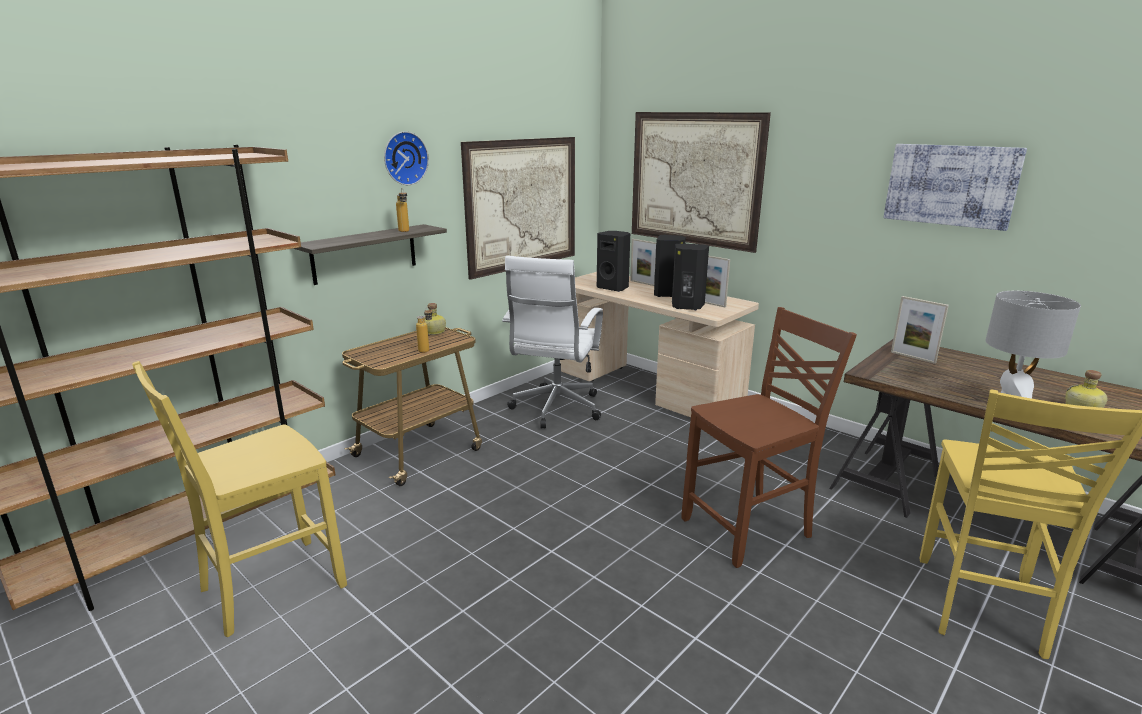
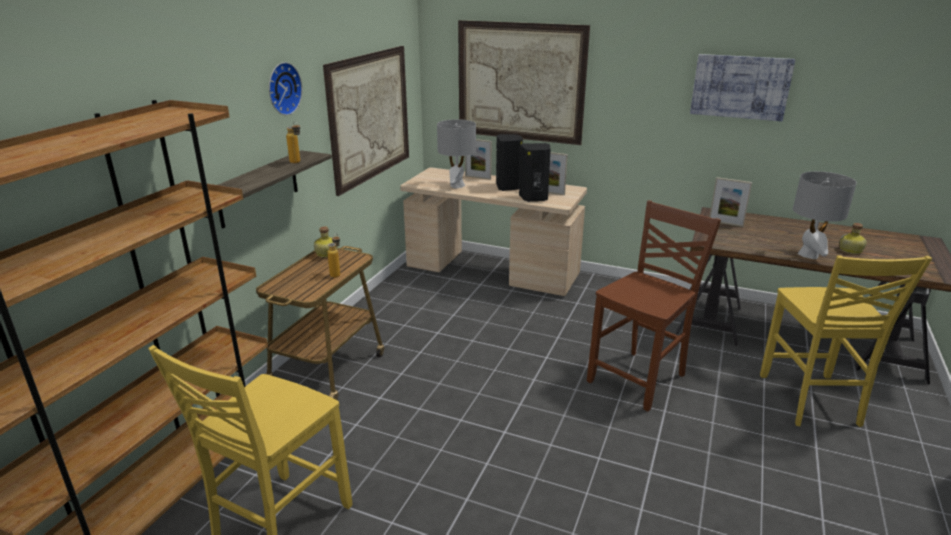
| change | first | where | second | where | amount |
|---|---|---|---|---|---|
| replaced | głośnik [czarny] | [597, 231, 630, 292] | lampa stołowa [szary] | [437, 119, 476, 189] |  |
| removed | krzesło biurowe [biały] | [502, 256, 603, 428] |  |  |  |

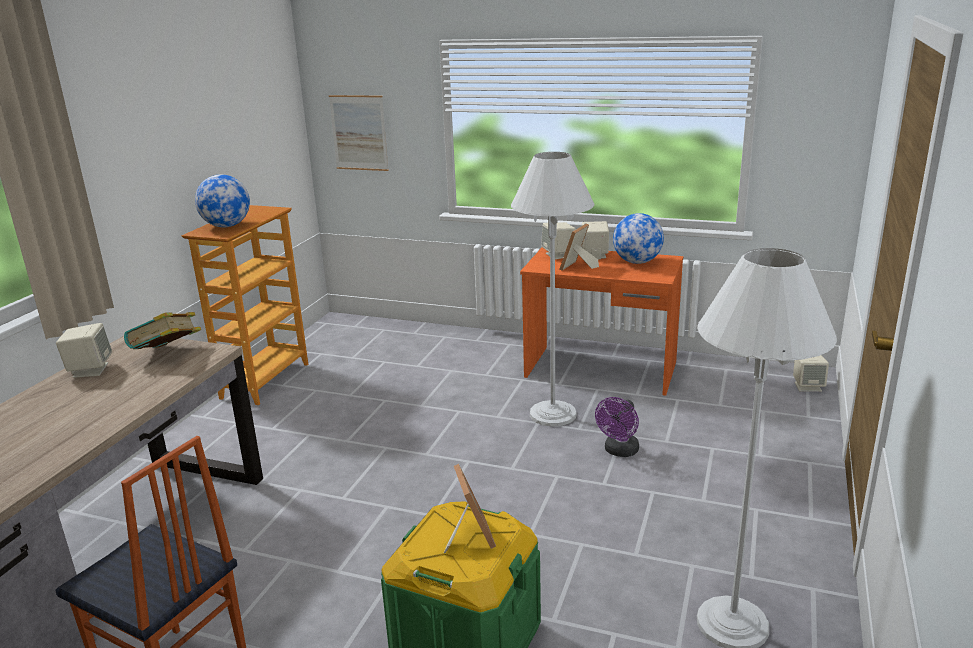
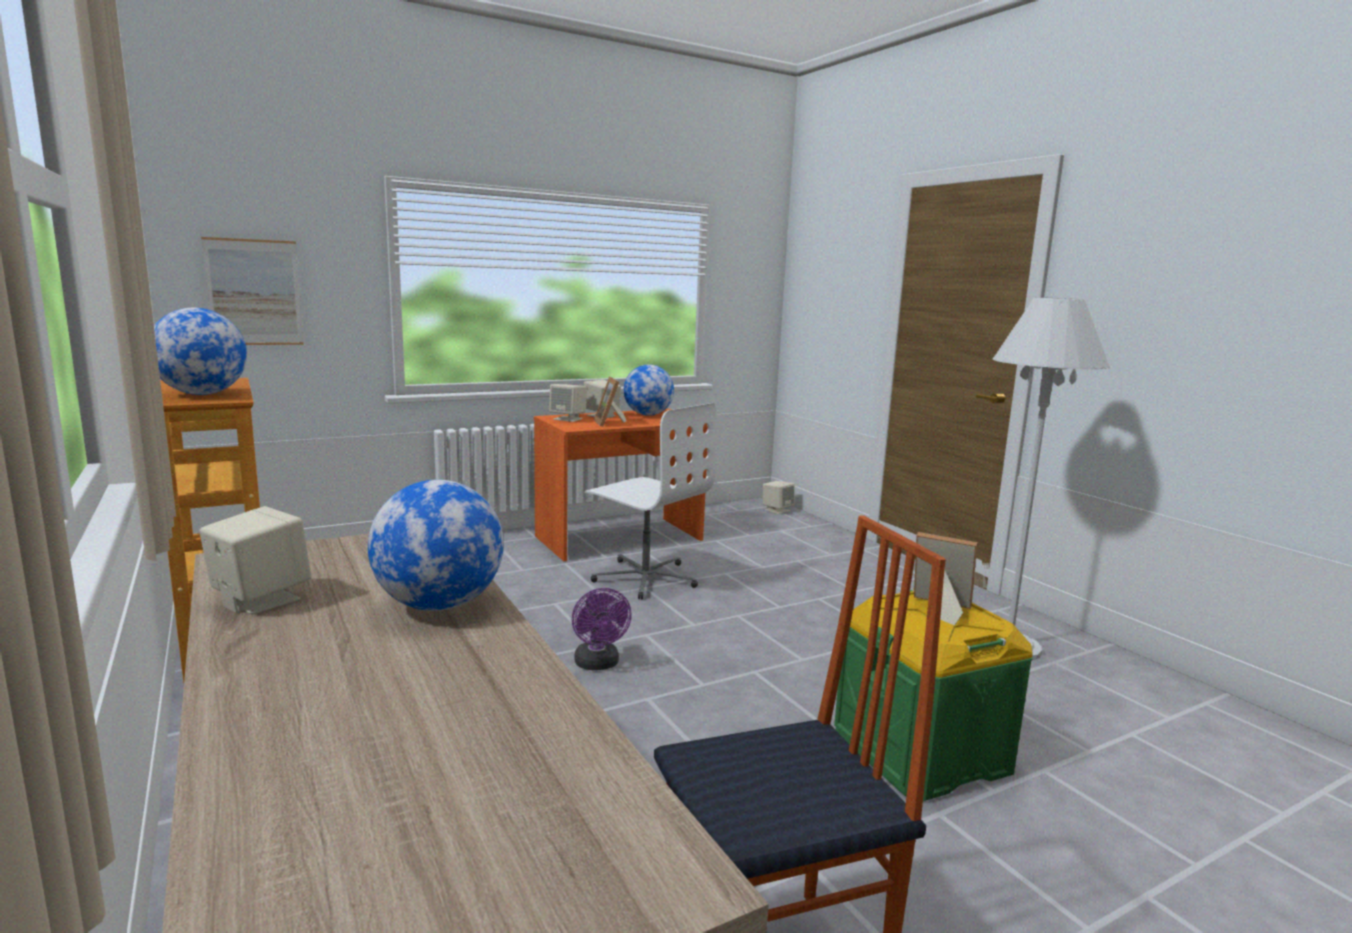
| change | first | where | second | where | amount |
|---|---|---|---|---|---|
| added |  |  | globus | [368, 480, 504, 611] |  |
| moved | wentylator [fioletowy] | [595, 397, 639, 457] |  | [572, 588, 632, 670] |  |
| replaced | lampa stojąca [biały] | [511, 152, 594, 427] | krzesło biurowe [biały] | [585, 403, 716, 599] |  |
| removed | książka | [124, 312, 201, 349] |  |  |  |

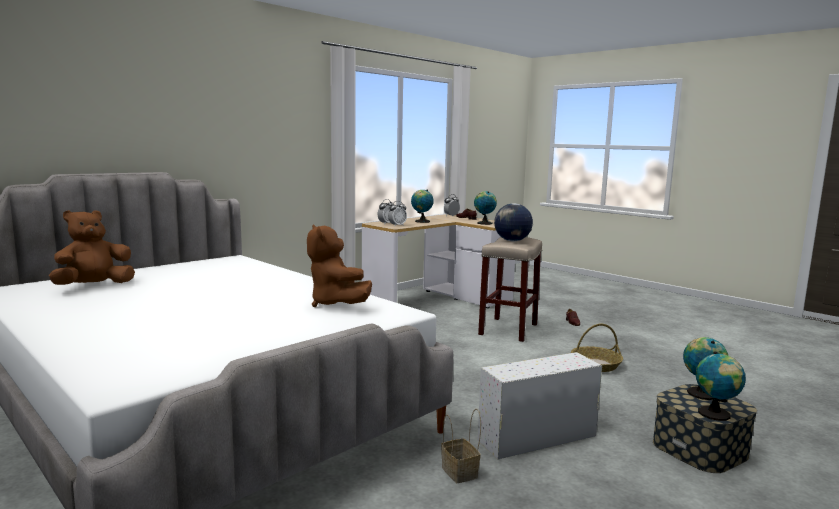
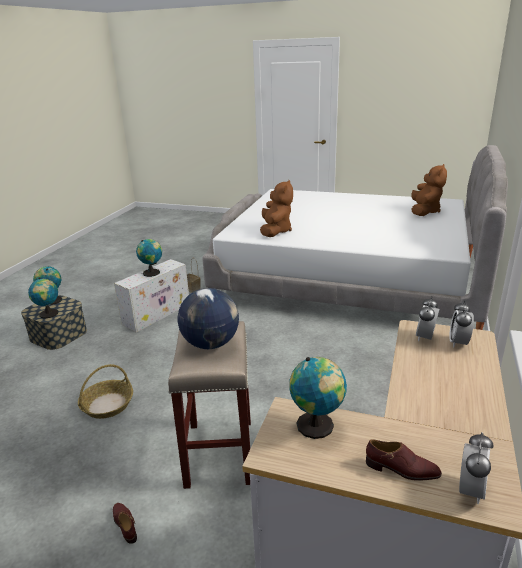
| change | first | where | second | where | amount |
|---|---|---|---|---|---|
| moved | globus | [411, 190, 434, 223] |  | [136, 239, 162, 277] |  |
| turned | pluszak [brązowy] | [307, 224, 372, 307] |  | [260, 180, 293, 237] | 60 degrees clockwise |

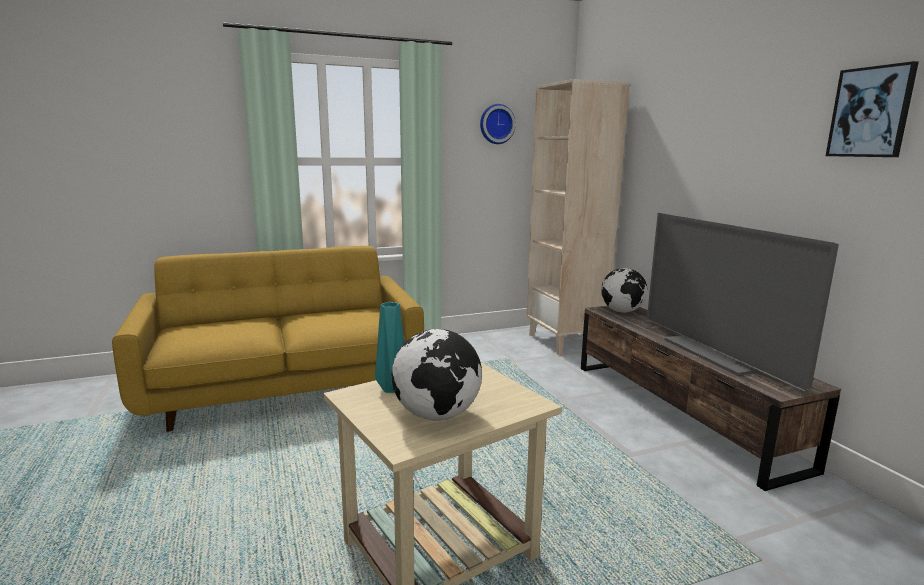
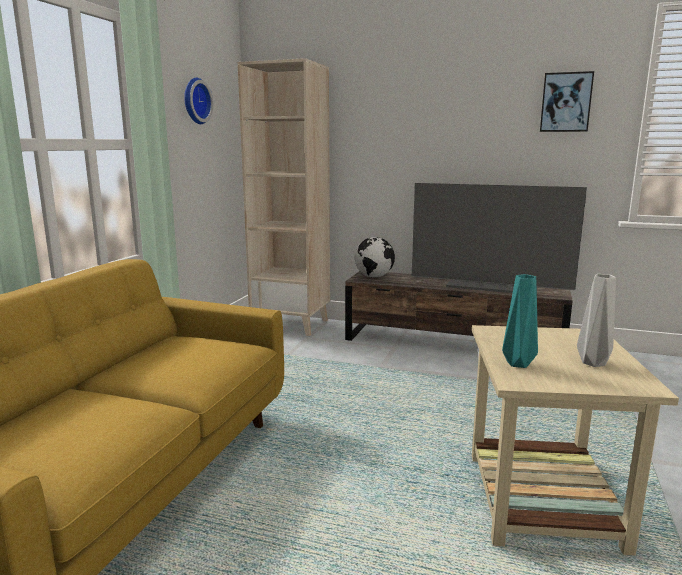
| change | first | where | second | where | amount |
|---|---|---|---|---|---|
| replaced | globus | [391, 329, 482, 421] | wazon [szary] | [577, 274, 616, 367] |  |

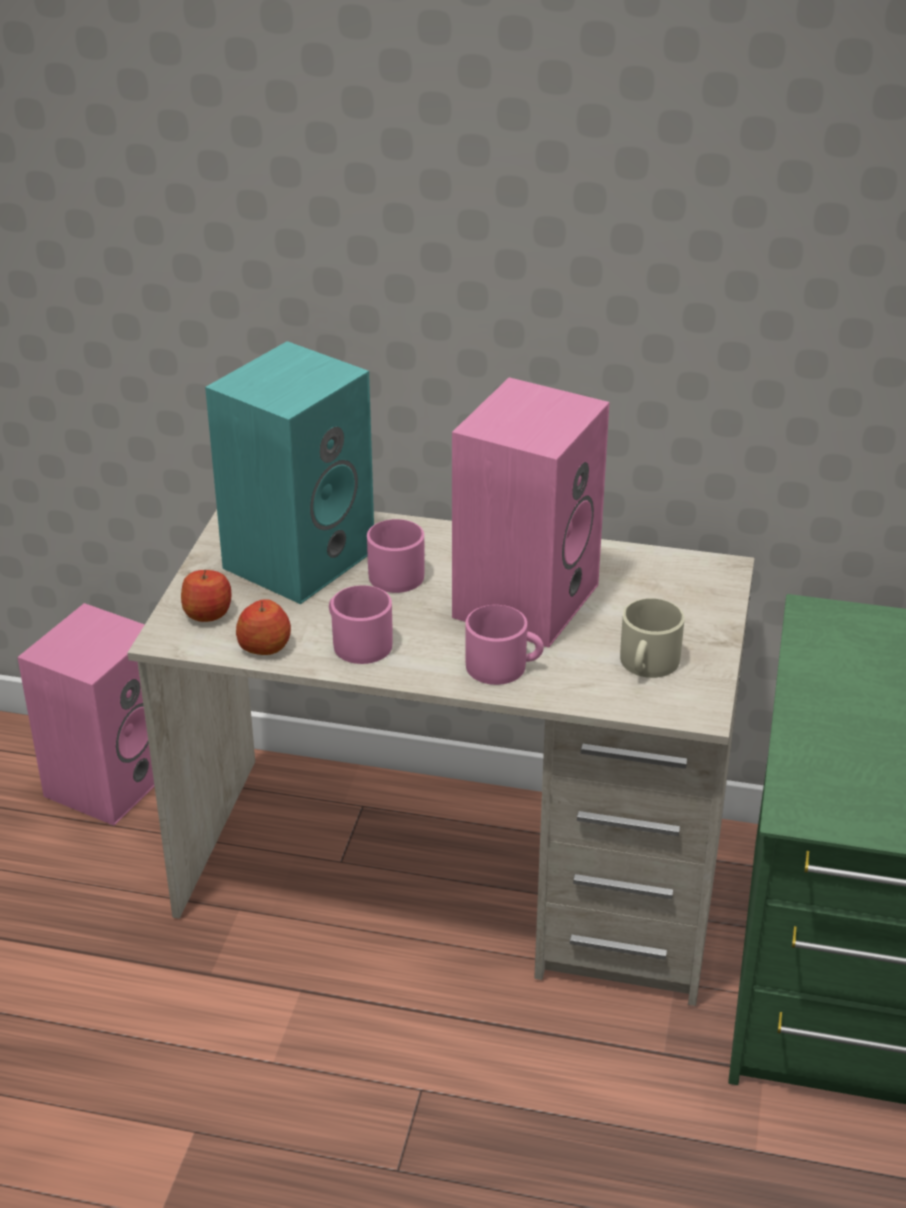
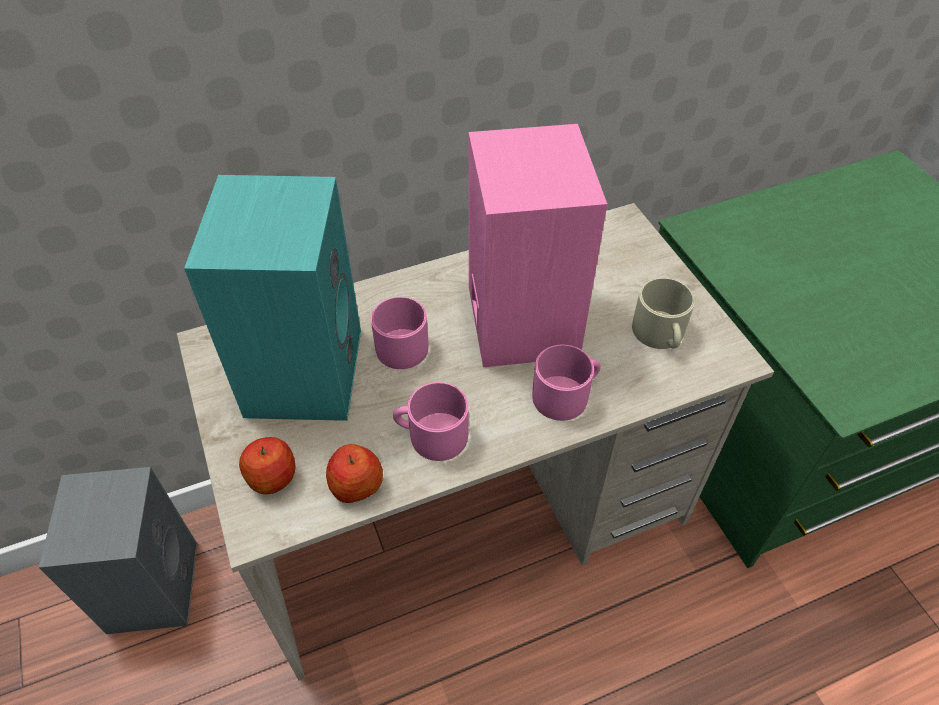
| change | first | where | second | where | amount |
|---|---|---|---|---|---|
| recoloured | głośnik [różowy] | [17, 603, 154, 826] | głośnik [szary] | [39, 467, 197, 634] |  |

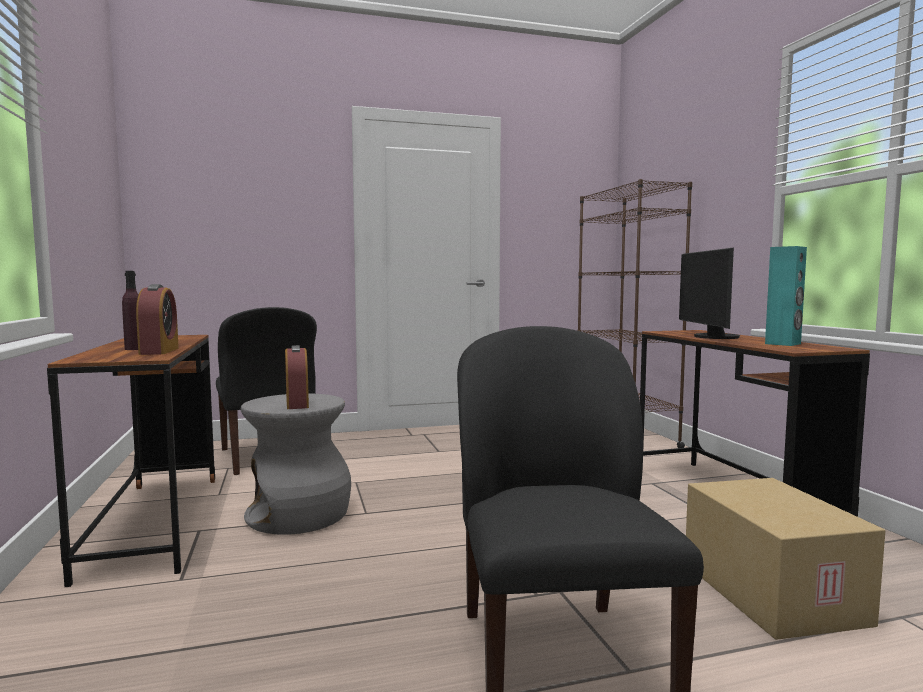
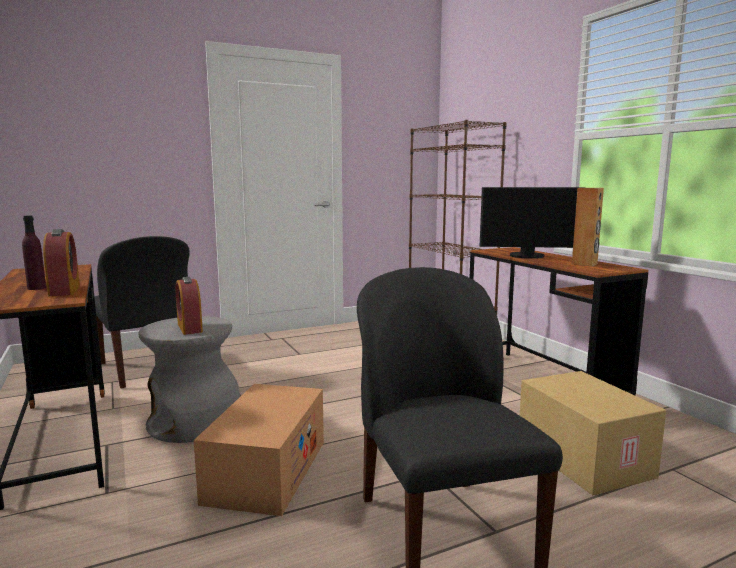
| change | first | where | second | where | amount |
|---|---|---|---|---|---|
| added |  |  | karton | [194, 384, 324, 516] |  |
| turned | monitor | [679, 247, 740, 339] |  | [479, 187, 586, 259] | 75 degrees counterclockwise |
| recoloured | głośnik [turkusowy] | [765, 246, 807, 346] | głośnik [brązowy] | [572, 188, 604, 266] |  |

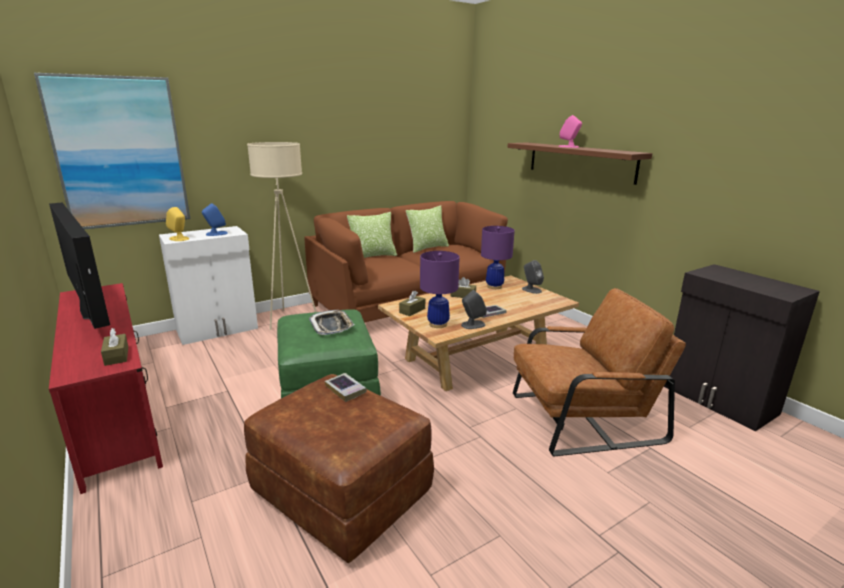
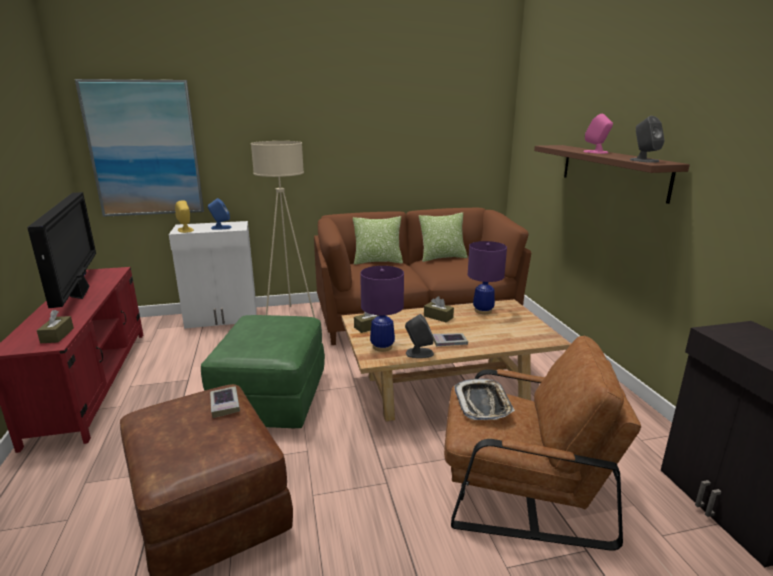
| change | first | where | second | where | amount |
|---|---|---|---|---|---|
| moved | taca | [309, 310, 354, 335] |  | [455, 378, 515, 420] |  |
| moved | głośnik [szary] | [522, 260, 544, 294] |  | [630, 116, 665, 163] |  |

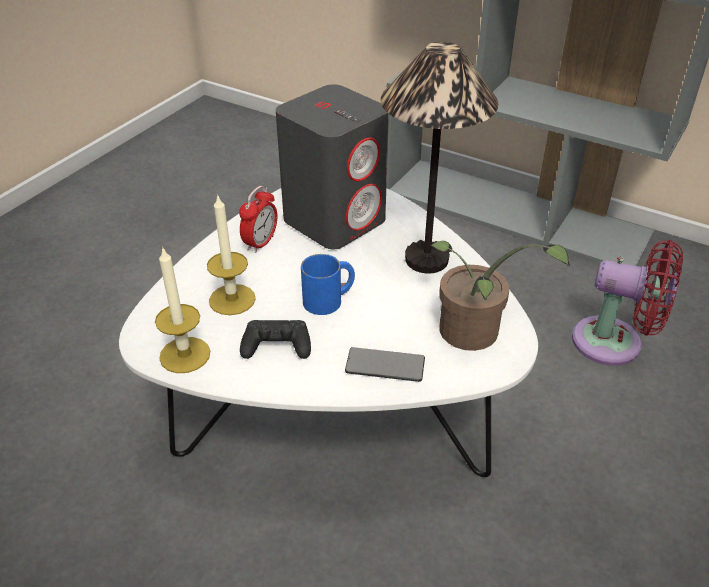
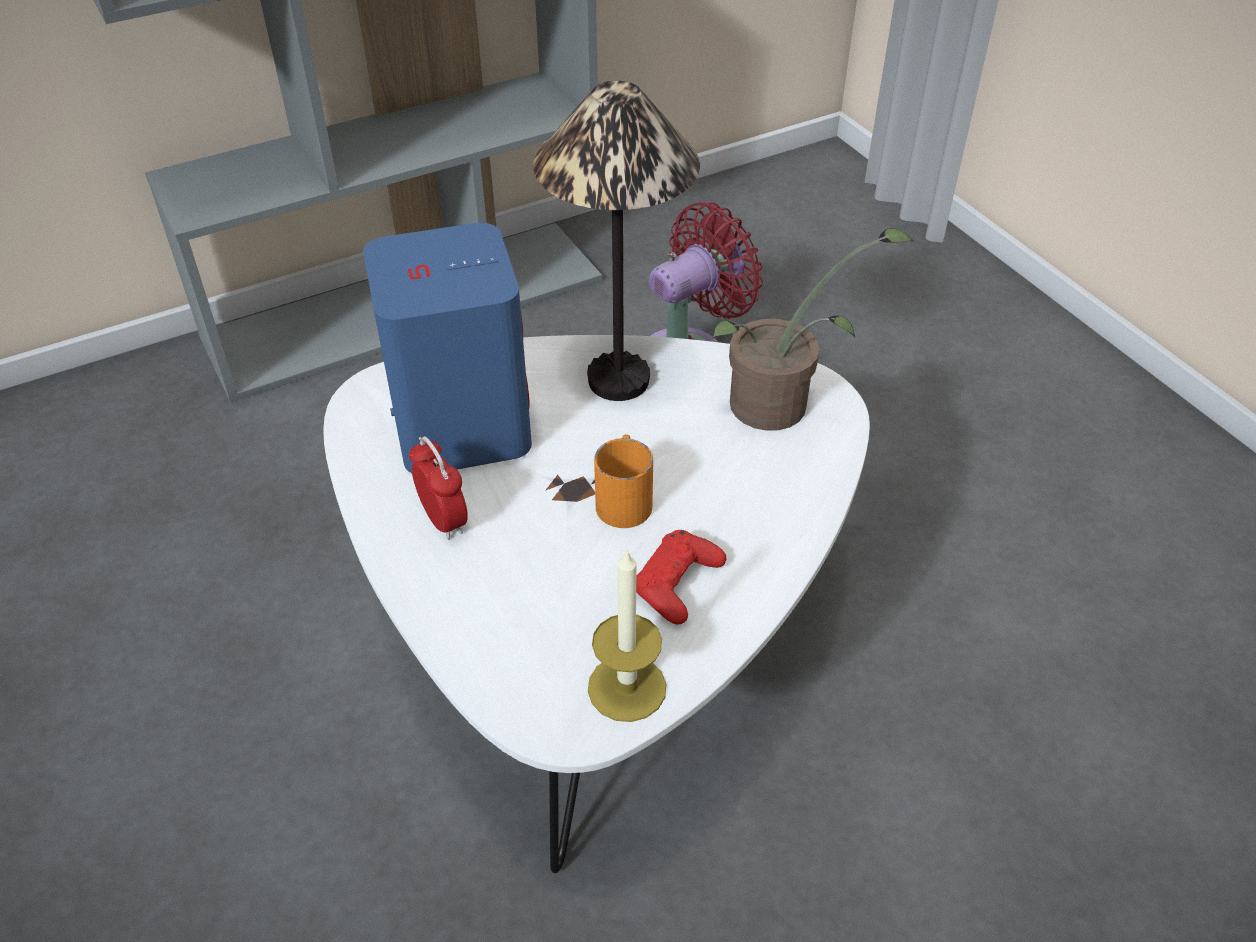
| change | first | where | second | where | amount |
|---|---|---|---|---|---|
| recoloured | głośnik [szary] | [276, 84, 389, 249] | głośnik [niebieski] | [363, 223, 532, 473] |  |
| recoloured | kubek [niebieski] | [301, 254, 355, 315] | kubek [pomarańczowy] | [594, 434, 653, 528] |  |
| recoloured | pad do gier [czarny] | [240, 320, 311, 359] | pad do gier [czerwony] | [636, 530, 727, 625] |  |
| removed | świeca | [207, 194, 256, 315] |  |  |  |
| removed | telefon | [345, 347, 425, 382] |  |  |  |

